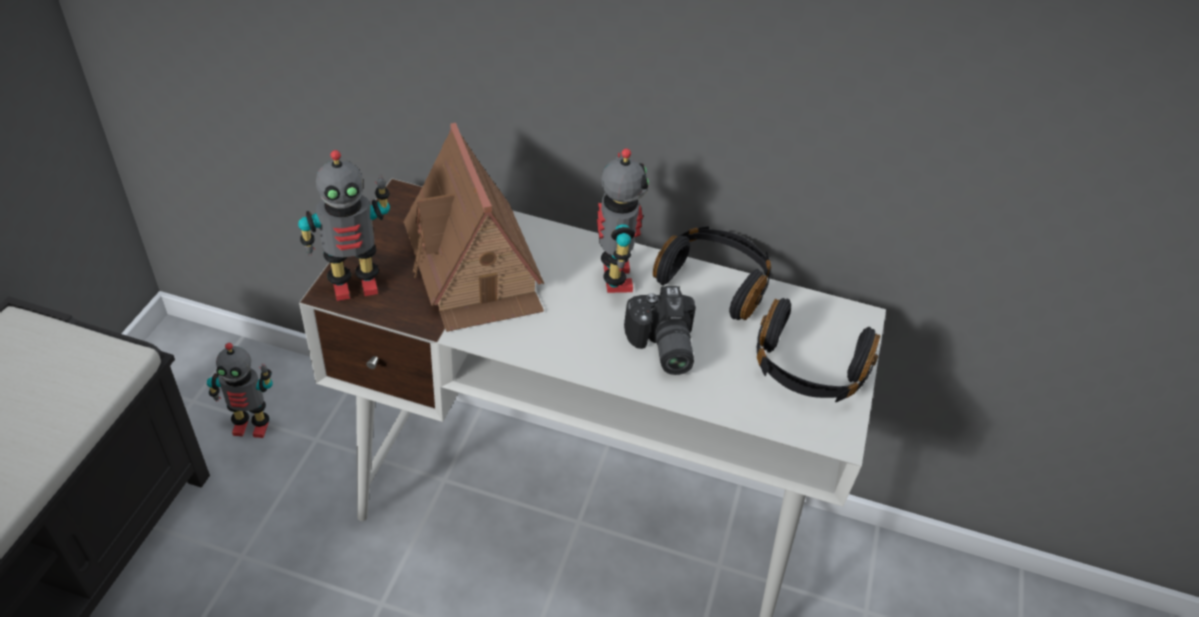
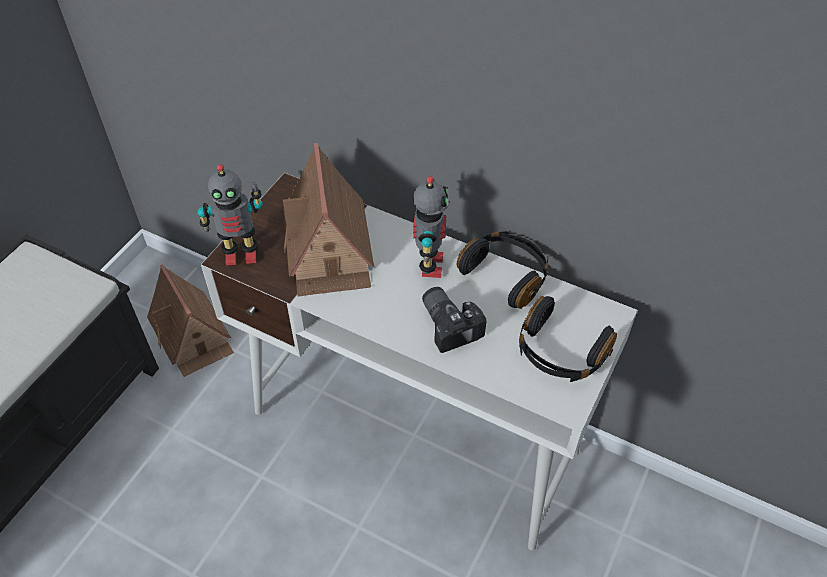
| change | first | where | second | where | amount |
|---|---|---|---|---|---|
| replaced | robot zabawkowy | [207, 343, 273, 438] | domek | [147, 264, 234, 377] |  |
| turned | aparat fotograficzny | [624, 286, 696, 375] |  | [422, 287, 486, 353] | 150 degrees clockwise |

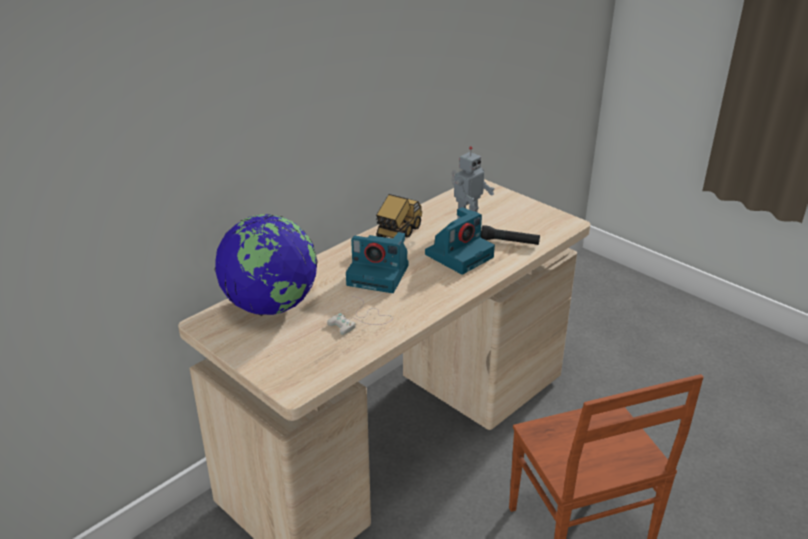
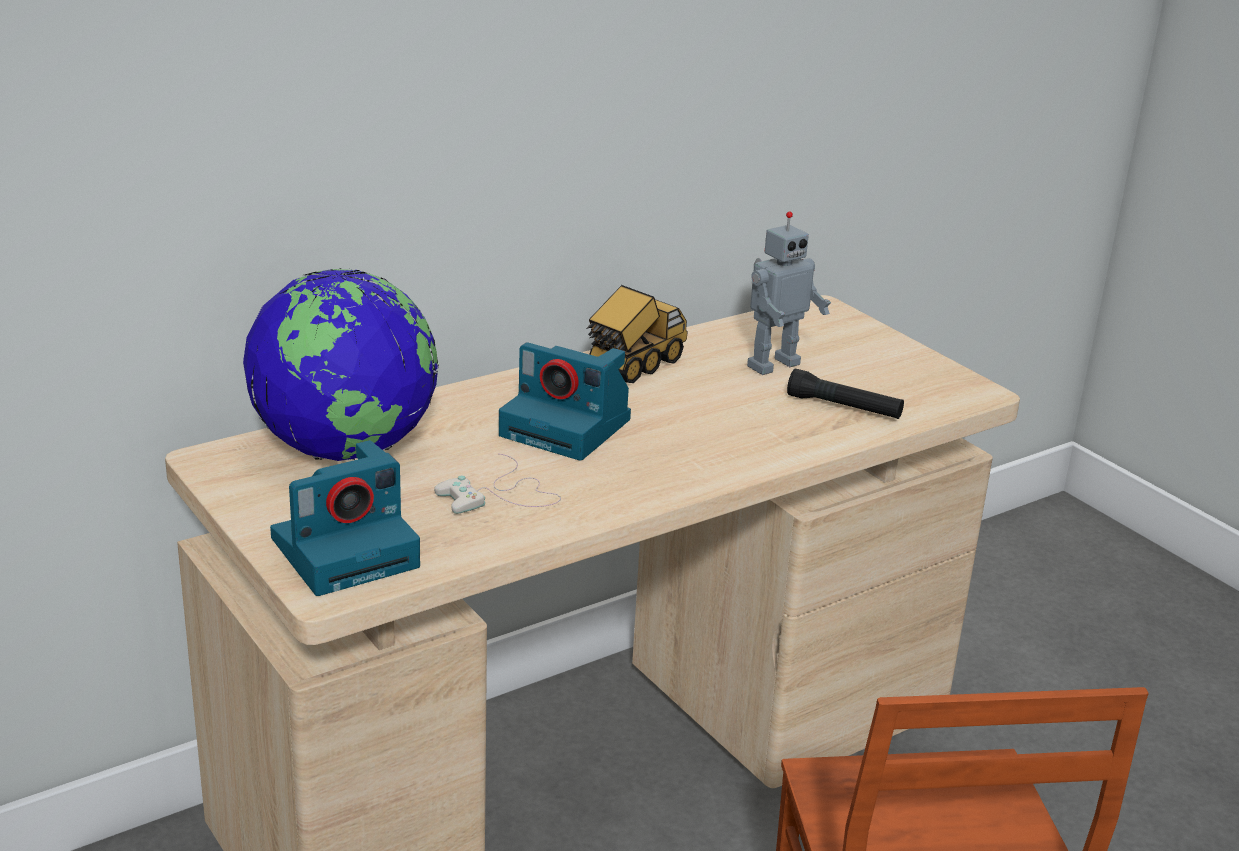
| change | first | where | second | where | amount |
|---|---|---|---|---|---|
| moved | aparat fotograficzny | [425, 207, 495, 274] |  | [270, 440, 420, 596] |  |

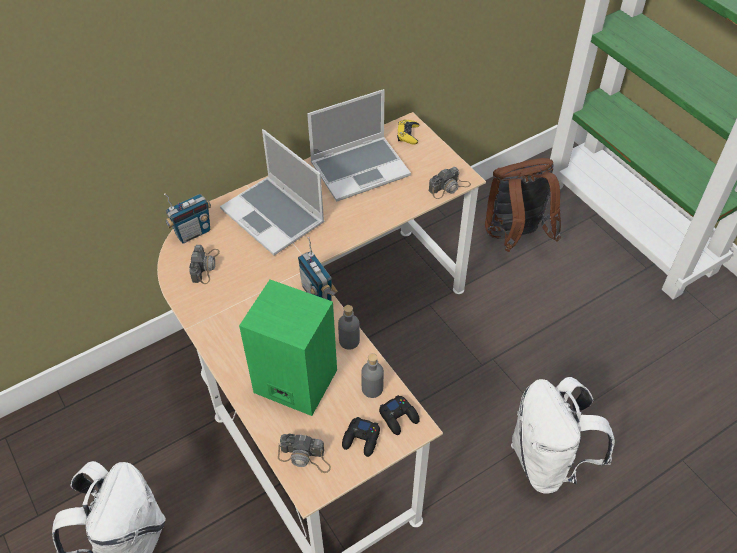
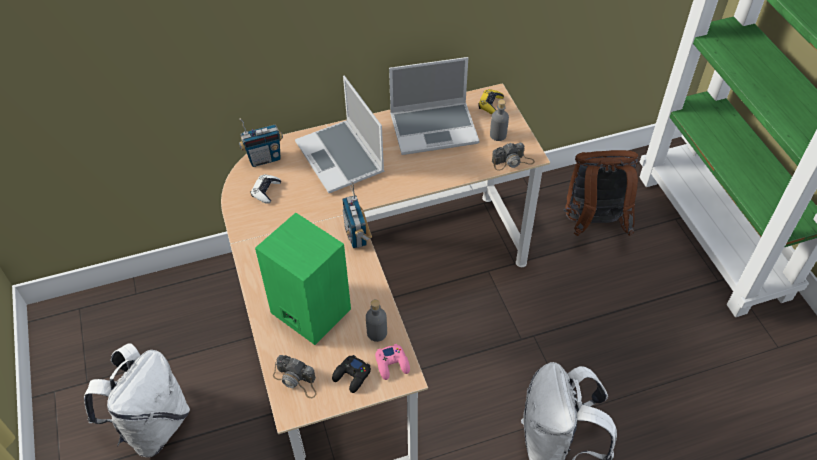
| change | first | where | second | where | amount |
|---|---|---|---|---|---|
| replaced | aparat fotograficzny | [189, 245, 220, 284] | pad do gier [biały] | [251, 174, 281, 204] |  |
| recoloured | pad do gier [czarny] | [379, 395, 420, 435] | pad do gier [różowy] | [375, 344, 410, 380] |  |
| moved | butelka [szary] | [338, 305, 360, 350] |  | [490, 99, 509, 141] |  |

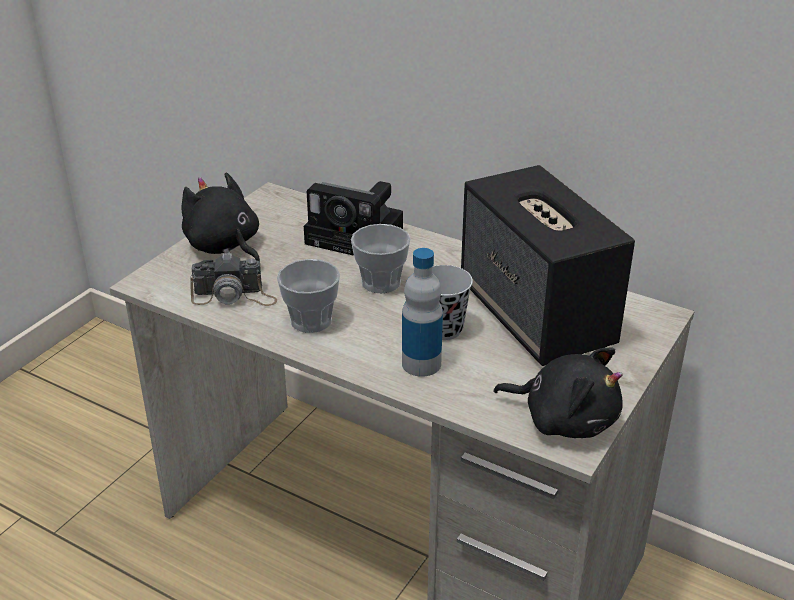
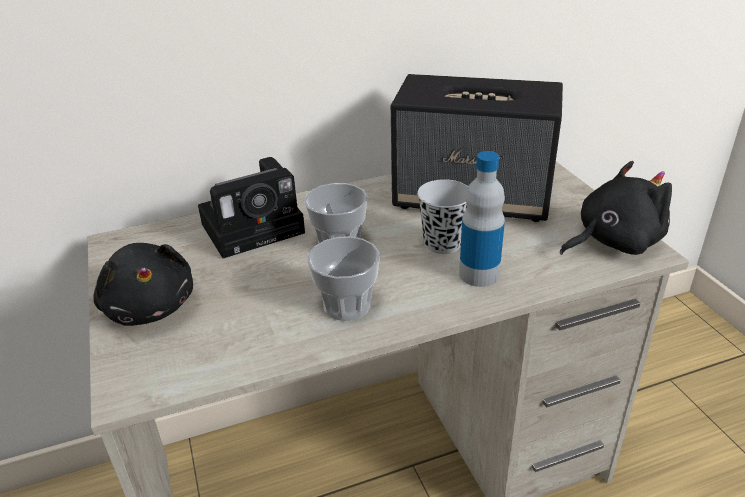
| change | first | where | second | where | amount |
|---|---|---|---|---|---|
| turned | pluszak [czarny] | [181, 172, 260, 261] |  | [94, 243, 193, 326] | 120 degrees counterclockwise |
| removed | aparat fotograficzny | [190, 253, 277, 306] |  |  |  |

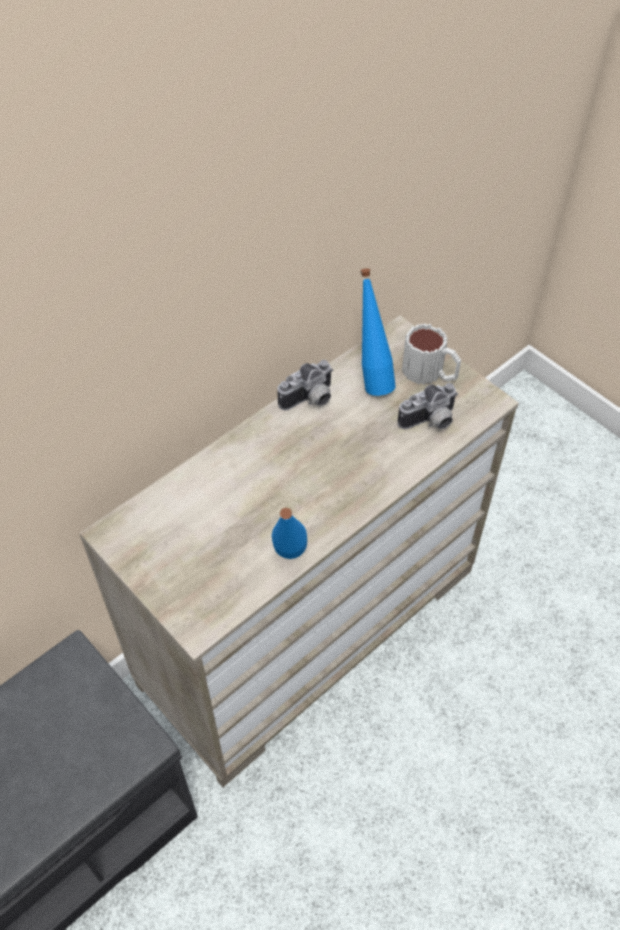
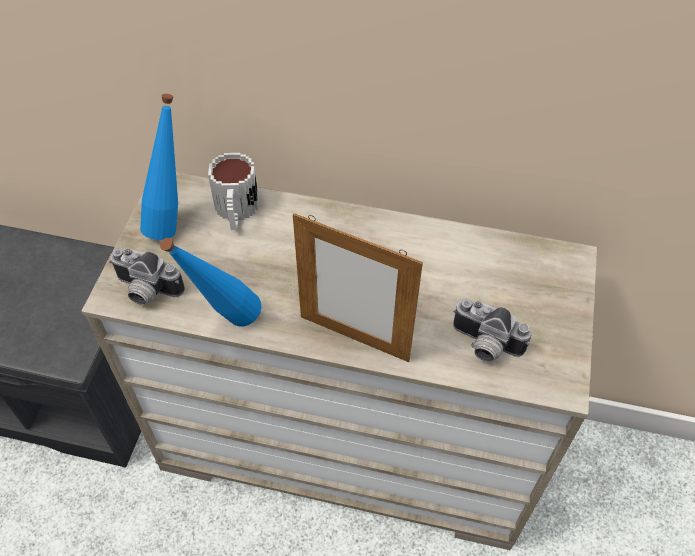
| change | first | where | second | where | amount |
|---|---|---|---|---|---|
| moved | aparat fotograficzny | [277, 360, 333, 411] |  | [109, 248, 185, 305] |  |
| moved | butelka [niebieski] | [360, 268, 395, 396] |  | [140, 94, 178, 240] |  |
| moved | kubek | [402, 323, 461, 385] |  | [208, 153, 259, 230] |  |
| added |  |  | ramka na zdjęcie | [293, 213, 423, 362] |  |

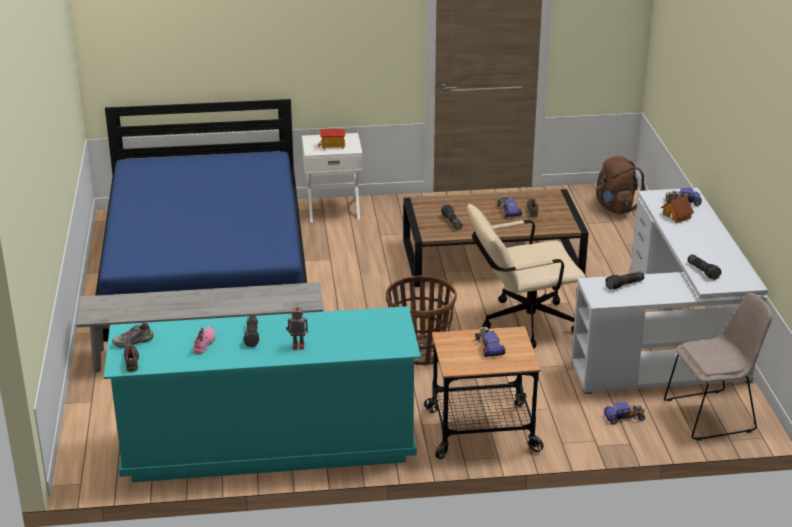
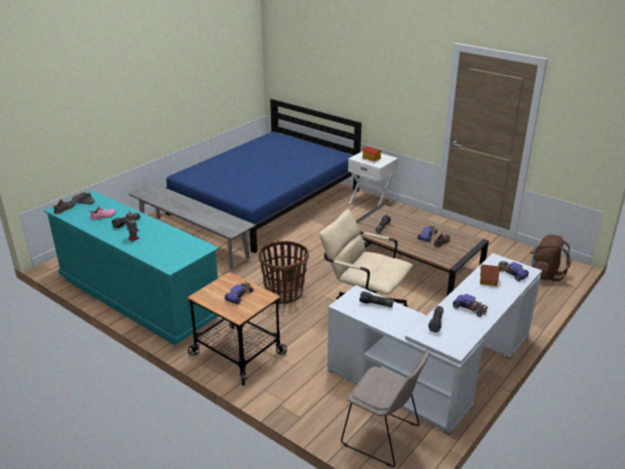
| change | first | where | second | where | amount |
|---|---|---|---|---|---|
| moved | samochodzik | [604, 402, 645, 424] |  | [453, 294, 488, 317] |  |

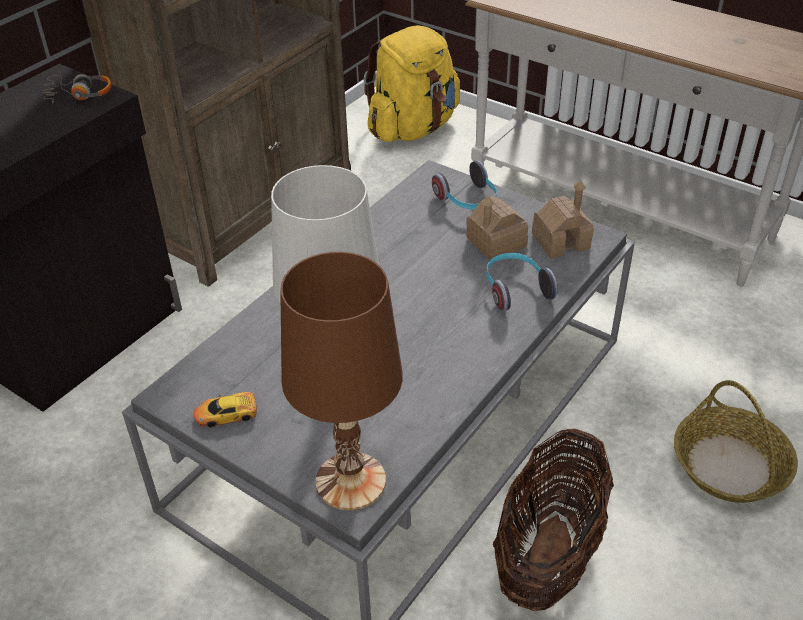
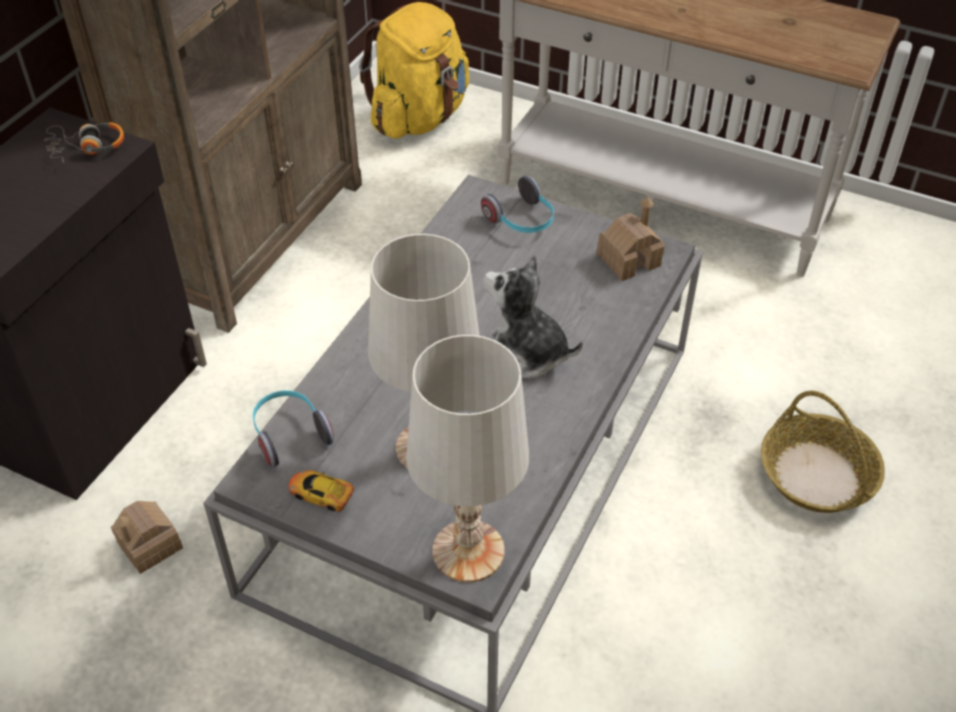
| change | first | where | second | where | amount |
|---|---|---|---|---|---|
| moved | domek | [466, 196, 528, 260] |  | [111, 501, 183, 574] |  |
| moved | słuchawki | [487, 253, 558, 311] |  | [253, 390, 334, 467] |  |
| turned | samochodzik | [194, 388, 257, 428] |  | [289, 470, 354, 512] | 45 degrees clockwise |
| recoloured | lampa stołowa [brązowy] | [280, 252, 403, 510] | lampa stołowa [biały] | [406, 335, 529, 582] |  |
| added |  |  | pluszak | [483, 255, 583, 379] |  |
| removed | koszyk | [493, 428, 614, 611] |  |  |  |

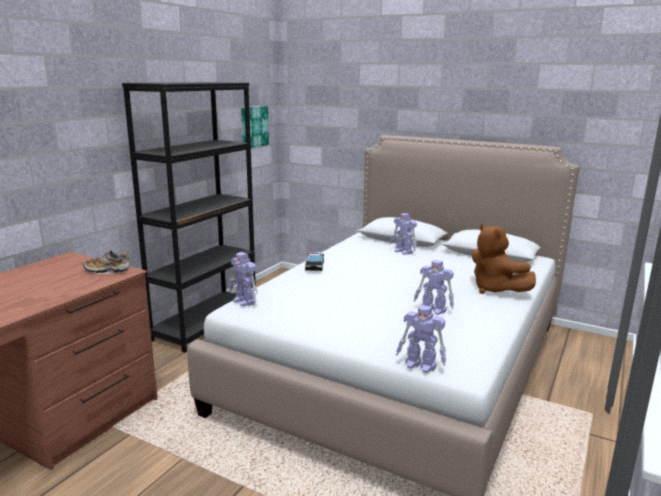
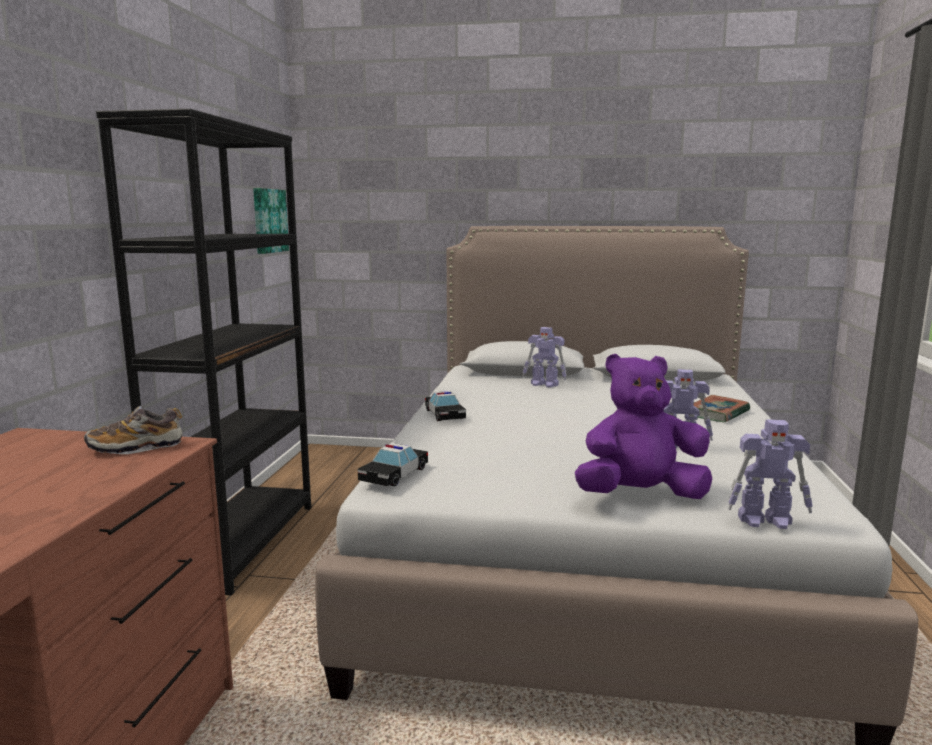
| change | first | where | second | where | amount |
|---|---|---|---|---|---|
| replaced | robot zabawkowy | [229, 252, 258, 306] | samochodzik | [358, 443, 428, 486] |  |
| added |  |  | pluszak [fioletowy] | [575, 354, 712, 499] |  |
| replaced | pluszak [brązowy] | [472, 224, 536, 294] | książka | [693, 395, 750, 422] |  |

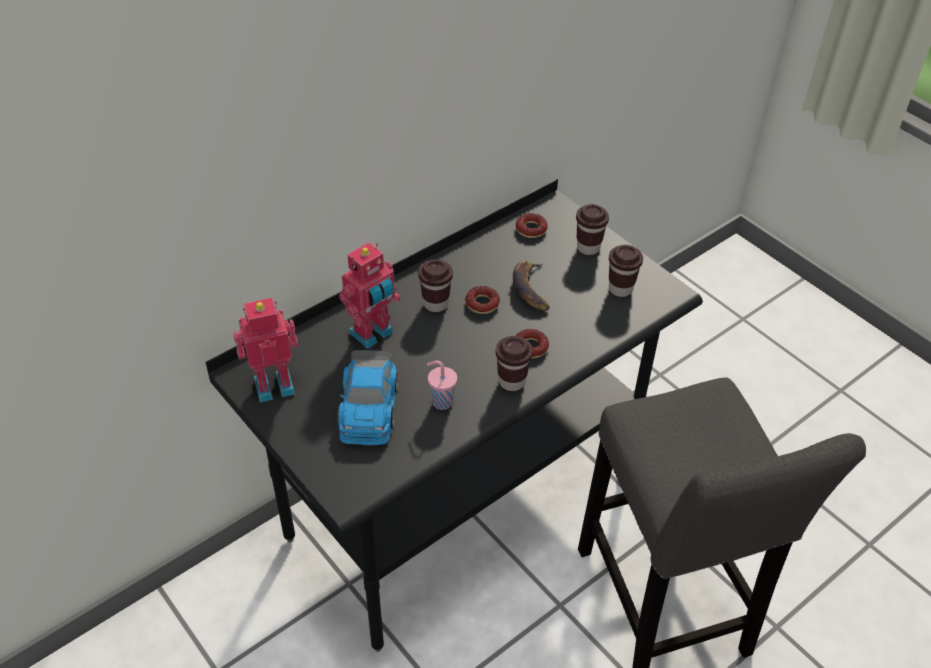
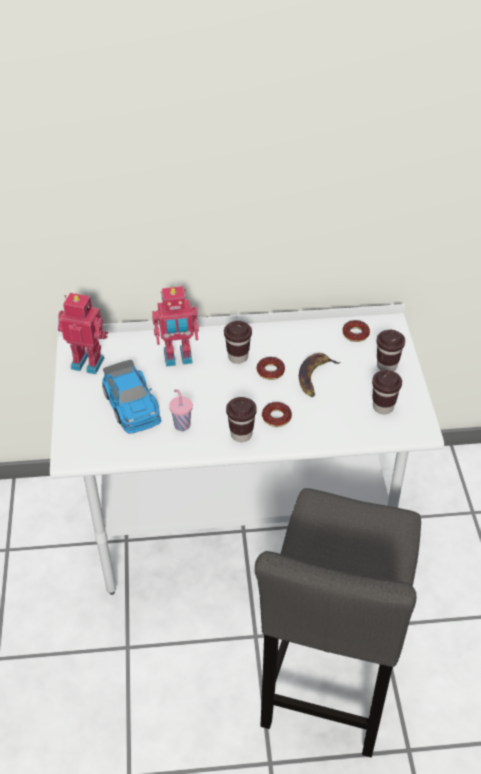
| change | first | where | second | where | amount |
|---|---|---|---|---|---|
| recoloured | biurko [czarny] | [205, 179, 703, 652] | biurko [biały] | [50, 304, 444, 595] |  |
| turned | samochodzik | [337, 350, 398, 445] |  | [102, 360, 161, 434] | 60 degrees counterclockwise |

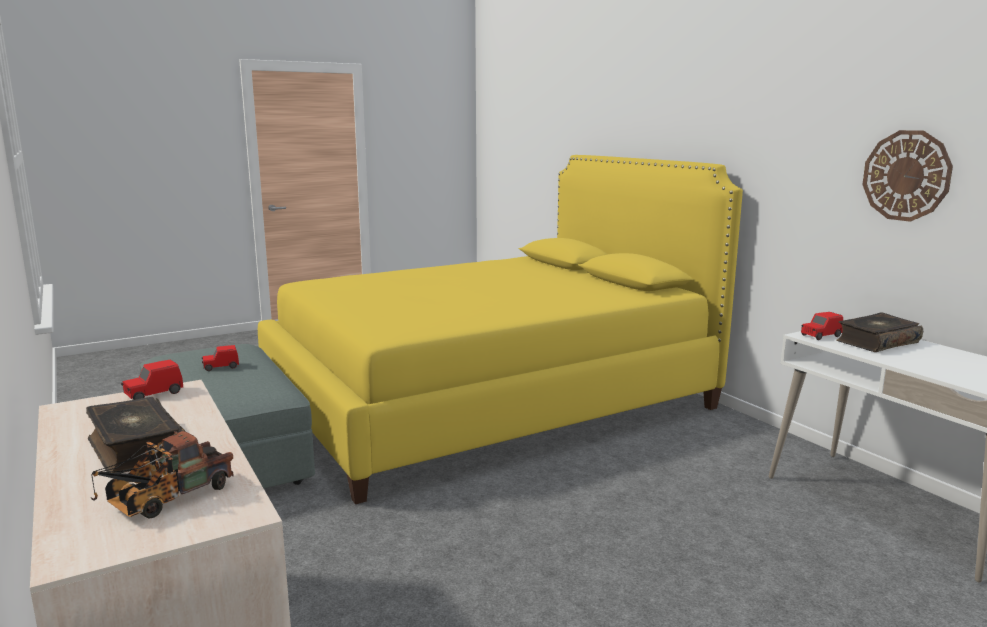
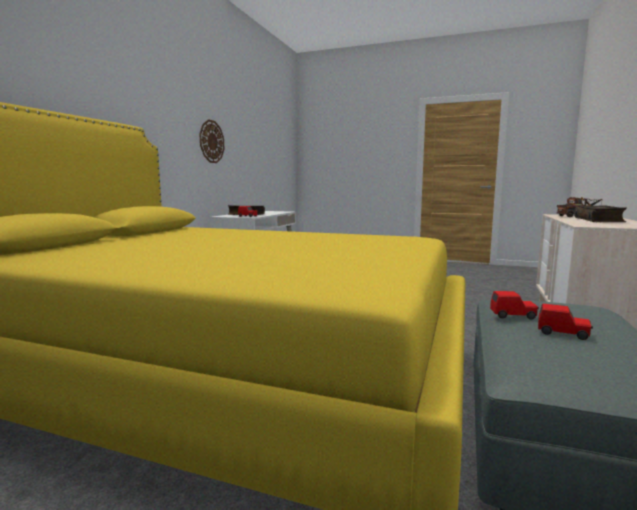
| change | first | where | second | where | amount |
|---|---|---|---|---|---|
| moved | samochodzik [czerwony] | [121, 359, 183, 400] |  | [490, 291, 539, 320] |  |

